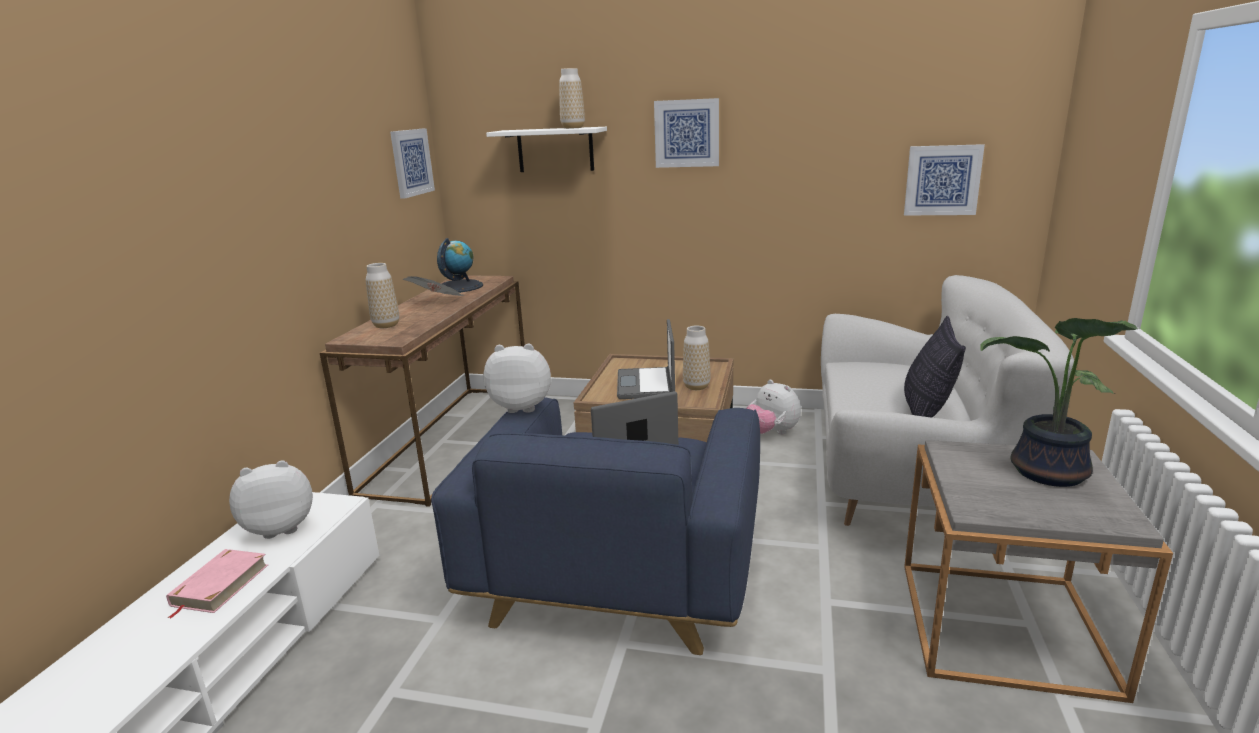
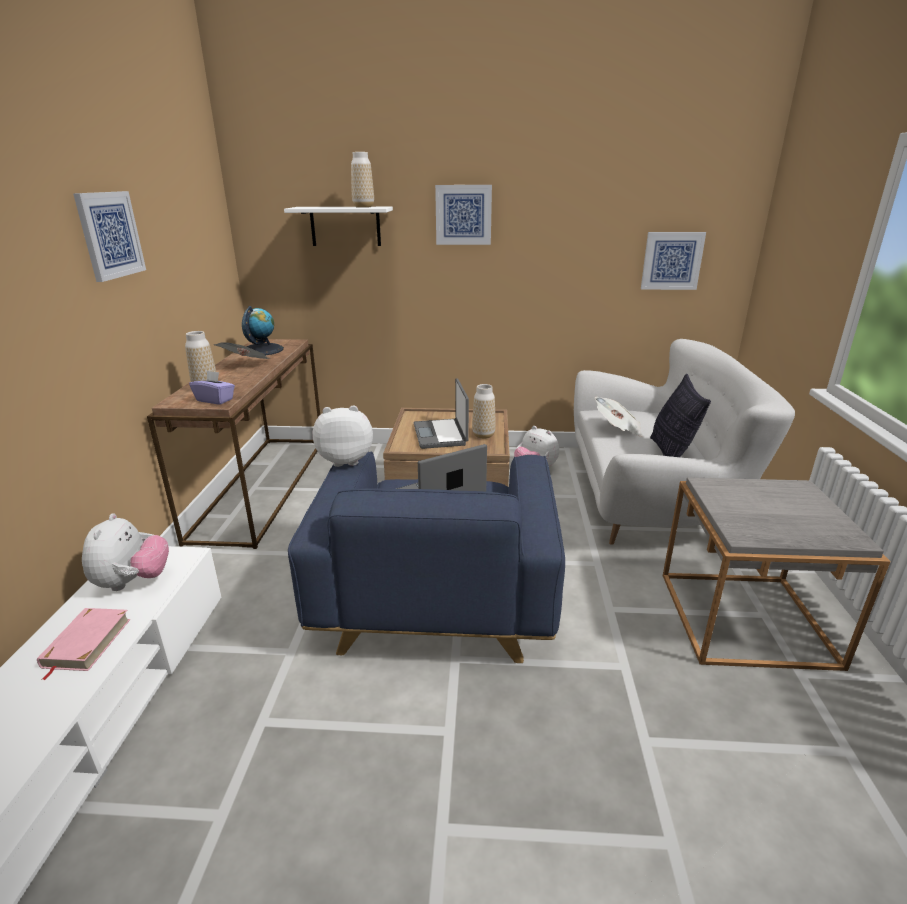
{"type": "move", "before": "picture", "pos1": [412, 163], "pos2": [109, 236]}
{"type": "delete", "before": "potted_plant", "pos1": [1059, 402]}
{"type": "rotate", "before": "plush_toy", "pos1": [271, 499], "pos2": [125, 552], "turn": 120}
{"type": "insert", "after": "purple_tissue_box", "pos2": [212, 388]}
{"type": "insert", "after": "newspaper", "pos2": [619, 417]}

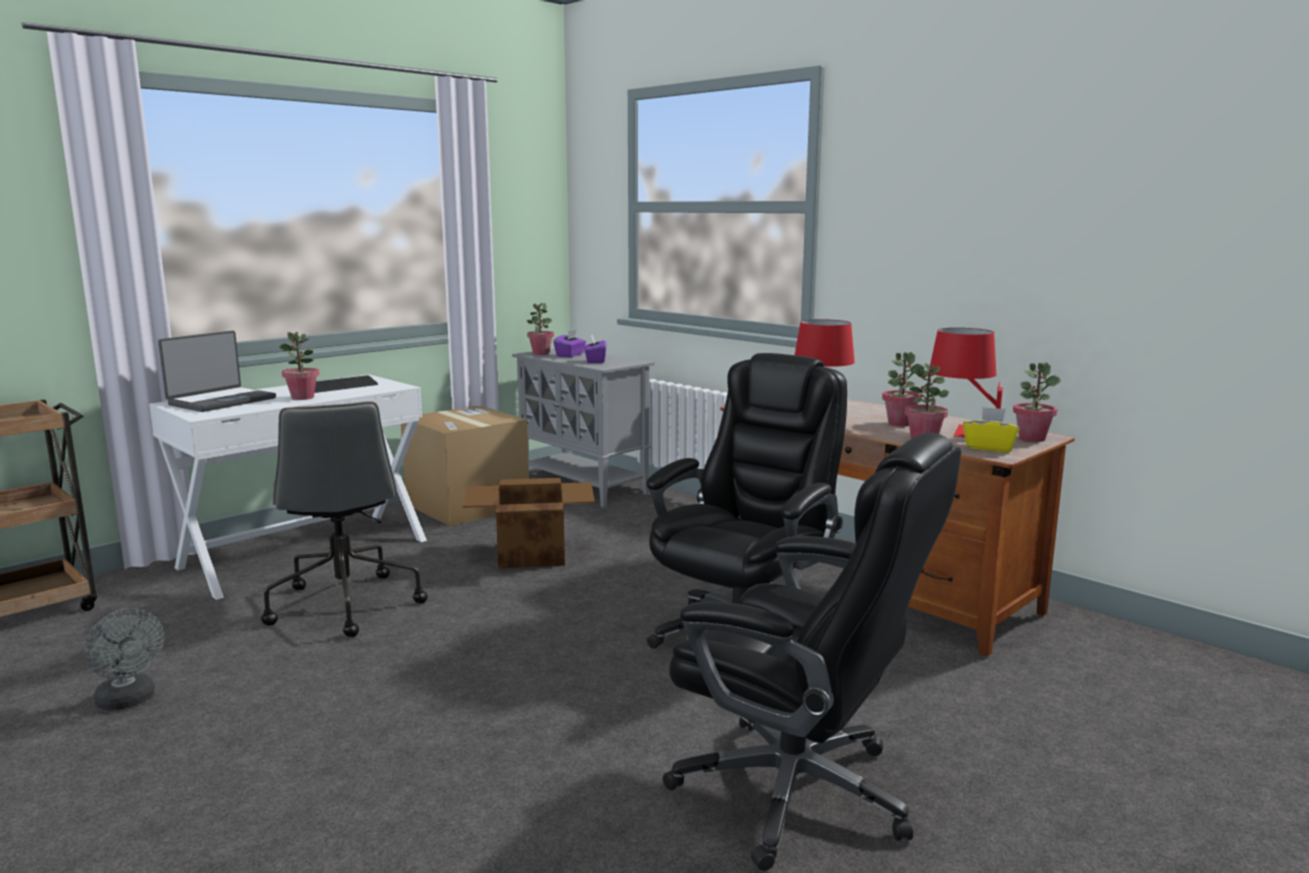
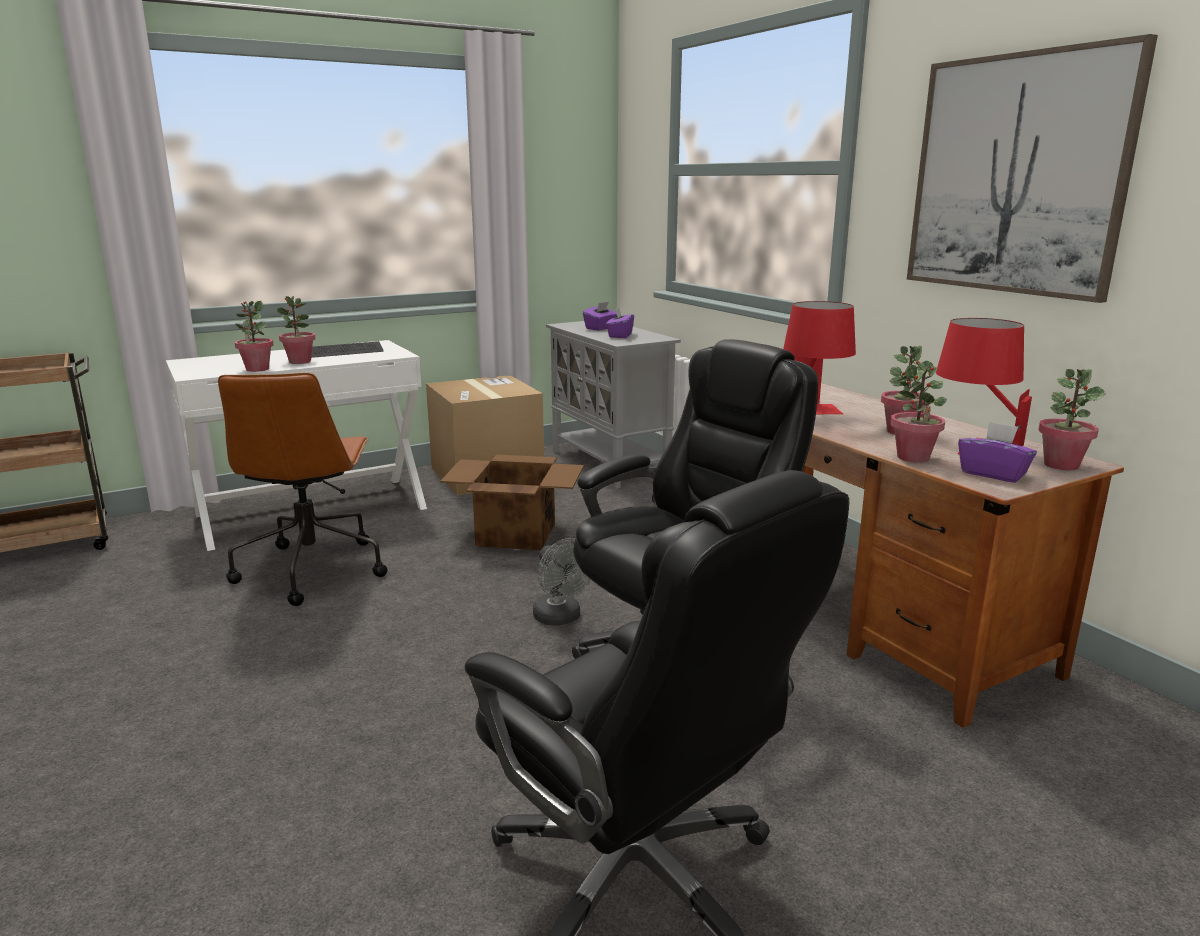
{"type": "move", "before": "potted_plant", "pos1": [540, 329], "pos2": [254, 336]}
{"type": "delete", "before": "laptop", "pos1": [217, 371]}
{"type": "recolor", "before": "grey_office_chair", "after": "brown_office_chair", "pos1": [344, 519], "pos2": [302, 489]}
{"type": "recolor", "before": "yellow_tissue_box", "after": "purple_tissue_box", "pos1": [991, 429], "pos2": [997, 452]}
{"type": "move", "before": "grey_fan", "pos1": [125, 659], "pos2": [562, 582]}
{"type": "insert", "after": "picture", "pos2": [1032, 168]}

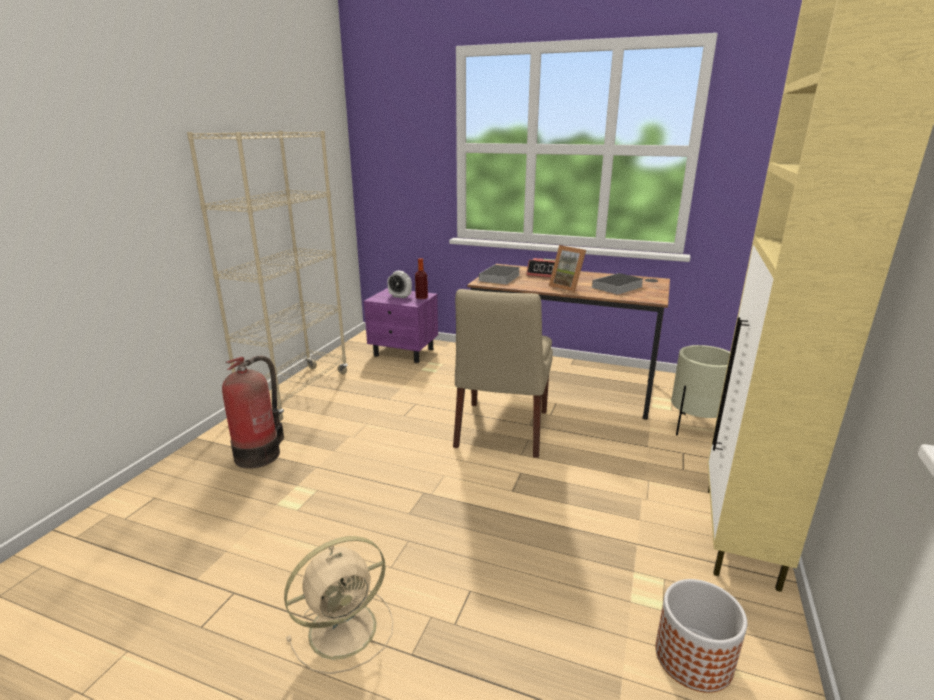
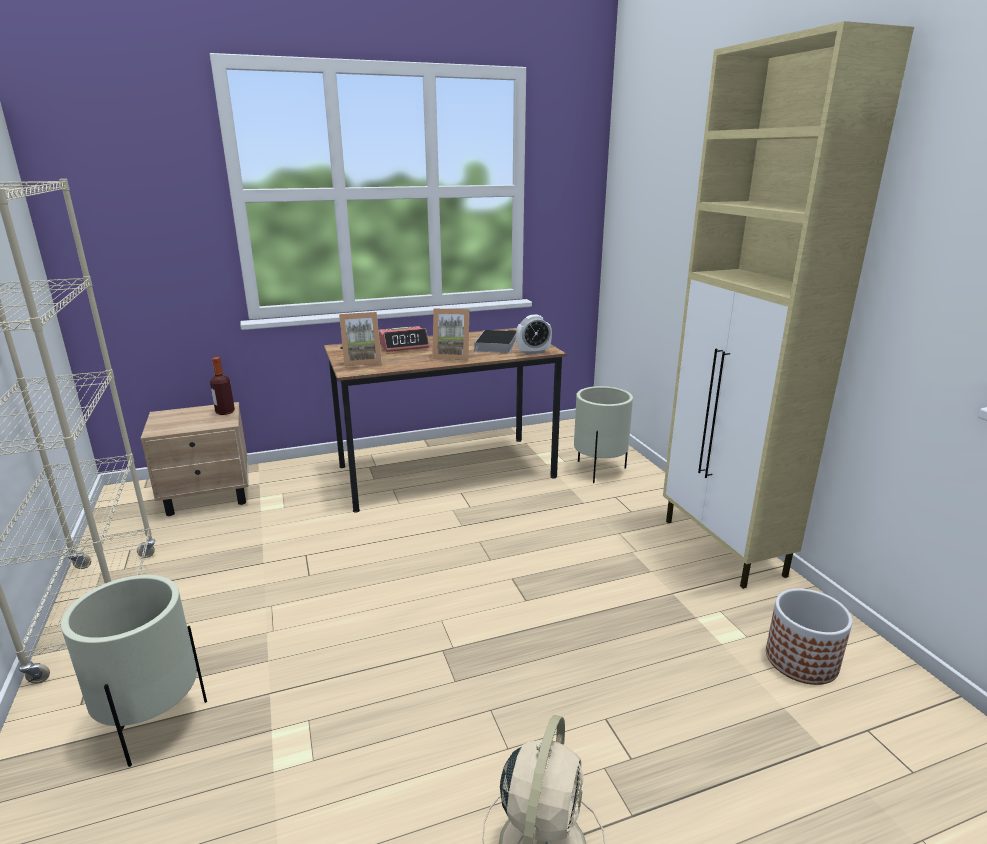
{"type": "replace", "before": "book", "after": "picture_frame", "pos1": [499, 274], "pos2": [360, 339]}
{"type": "move", "before": "alarm_clock", "pos1": [399, 284], "pos2": [534, 335]}
{"type": "recolor", "before": "purple_nightstand", "after": "beige_nightstand", "pos1": [401, 325], "pos2": [194, 459]}
{"type": "delete", "before": "beige_chair", "pos1": [503, 373]}
{"type": "replace", "before": "fire_extinguisher", "after": "beige_planter", "pos1": [253, 412], "pos2": [134, 671]}

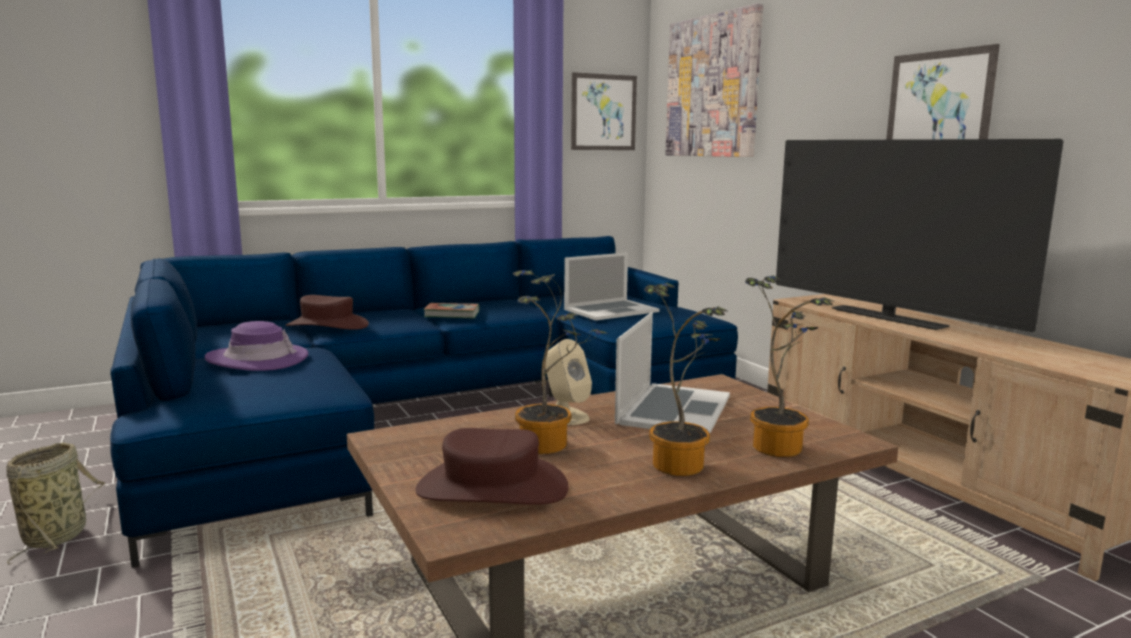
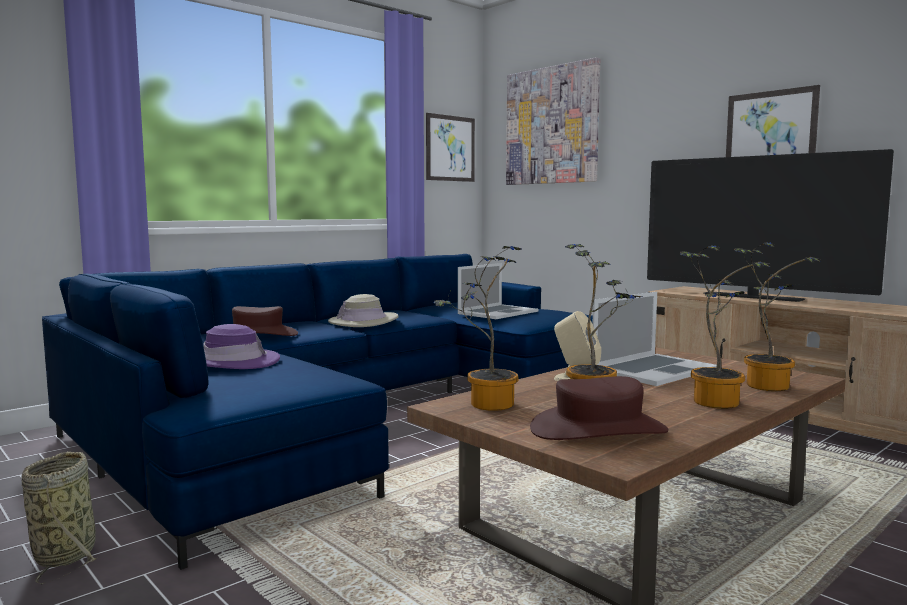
{"type": "replace", "before": "book", "after": "beige_hat", "pos1": [451, 311], "pos2": [363, 310]}
{"type": "rotate", "before": "laptop", "pos1": [672, 372], "pos2": [654, 339], "turn": 45}
{"type": "insert", "after": "potted_plant", "pos2": [477, 328]}

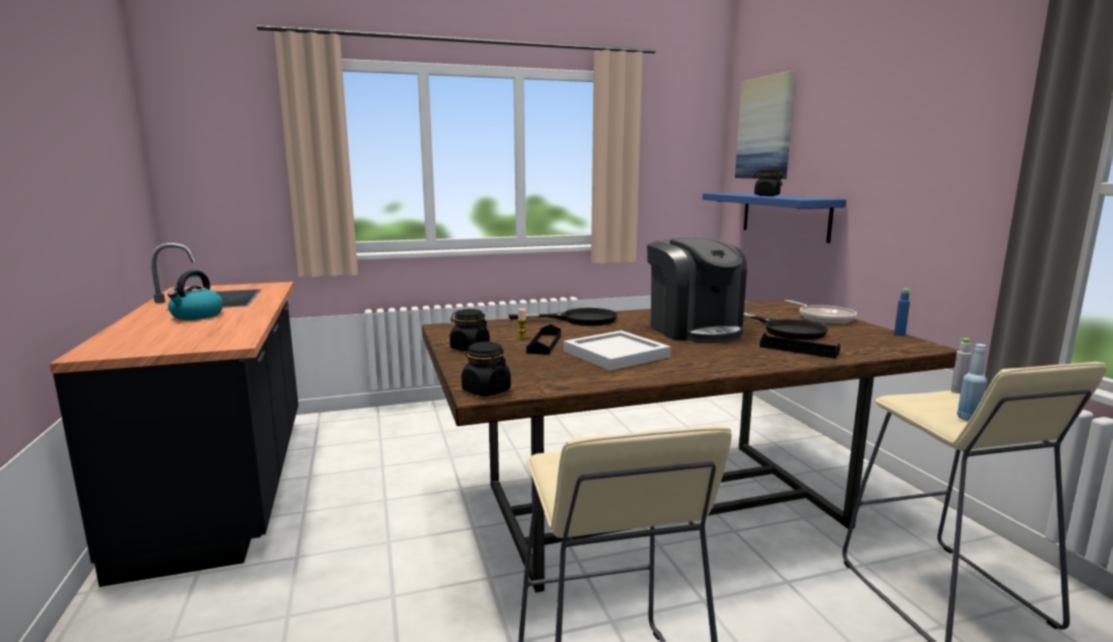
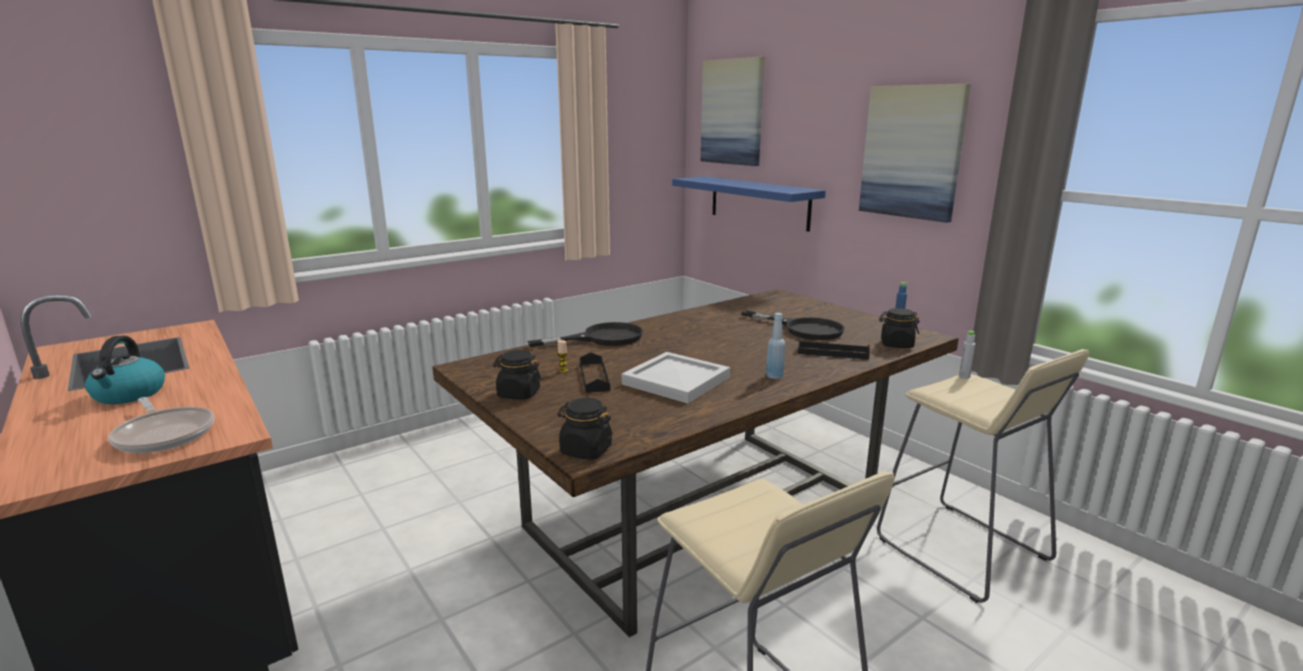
{"type": "move", "before": "black_jar", "pos1": [768, 183], "pos2": [899, 328]}
{"type": "delete", "before": "coffee_machine", "pos1": [697, 290]}
{"type": "move", "before": "frying_pan", "pos1": [821, 311], "pos2": [161, 425]}
{"type": "move", "before": "blue_bottle", "pos1": [972, 382], "pos2": [775, 346]}
{"type": "insert", "after": "picture", "pos2": [915, 153]}

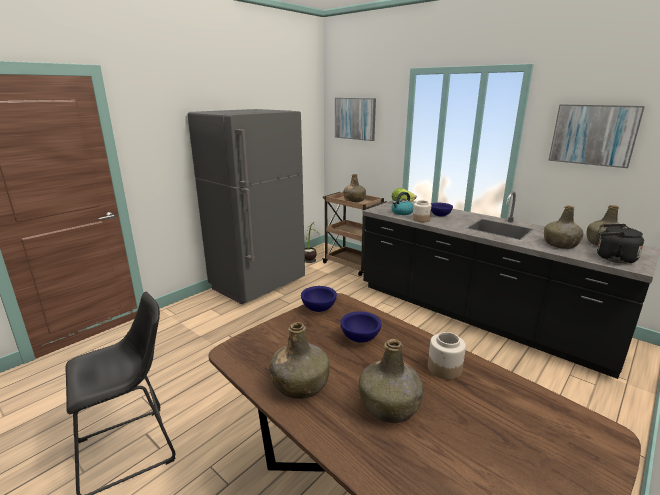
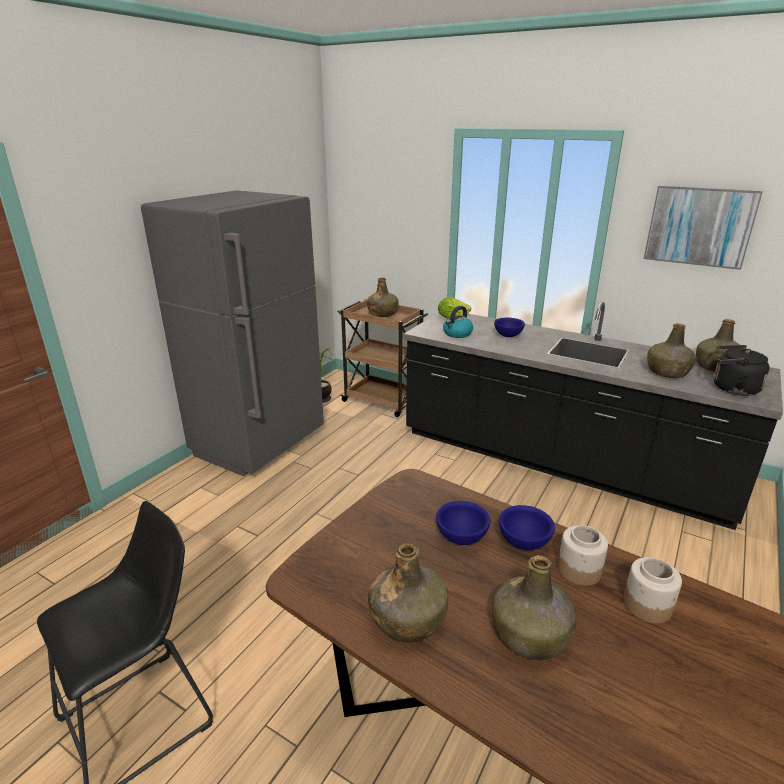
{"type": "delete", "before": "picture", "pos1": [355, 119]}
{"type": "move", "before": "jar", "pos1": [422, 211], "pos2": [653, 590]}
{"type": "move", "before": "blue_bowl", "pos1": [319, 299], "pos2": [527, 527]}

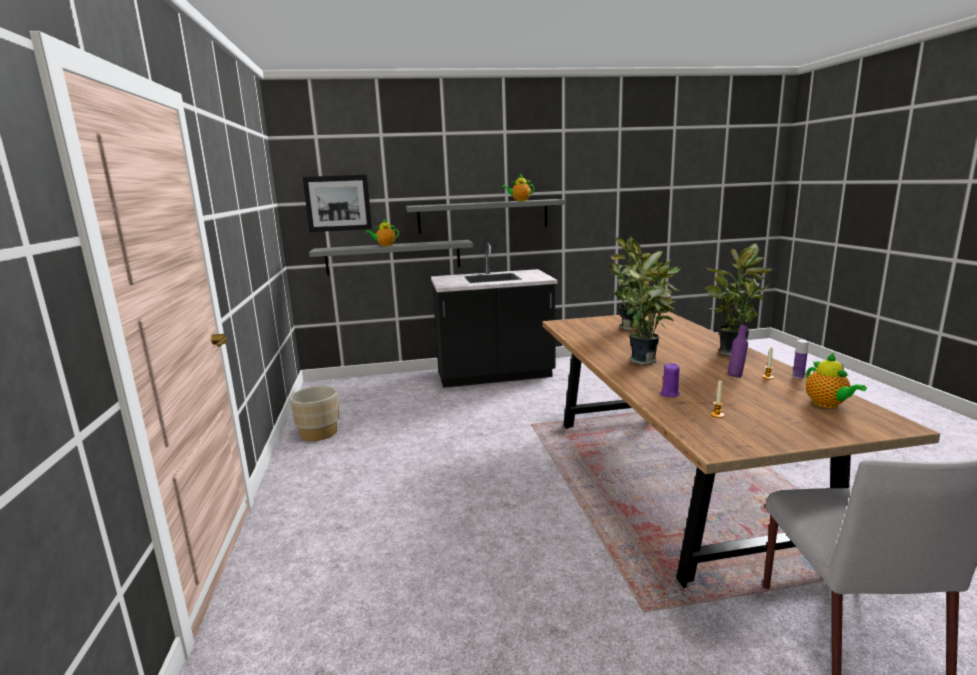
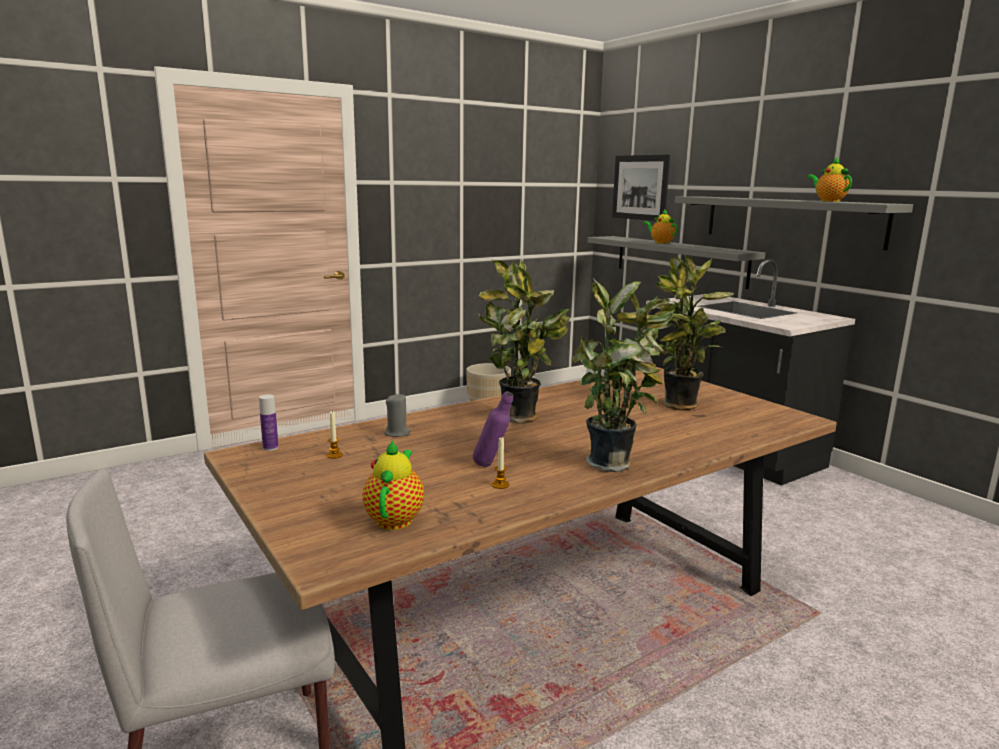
{"type": "move", "before": "bottle", "pos1": [801, 359], "pos2": [269, 422]}
{"type": "rotate", "before": "teapot", "pos1": [836, 380], "pos2": [393, 485], "turn": 135}
{"type": "recolor", "before": "purple_candle", "after": "grey_candle", "pos1": [670, 380], "pos2": [397, 415]}

